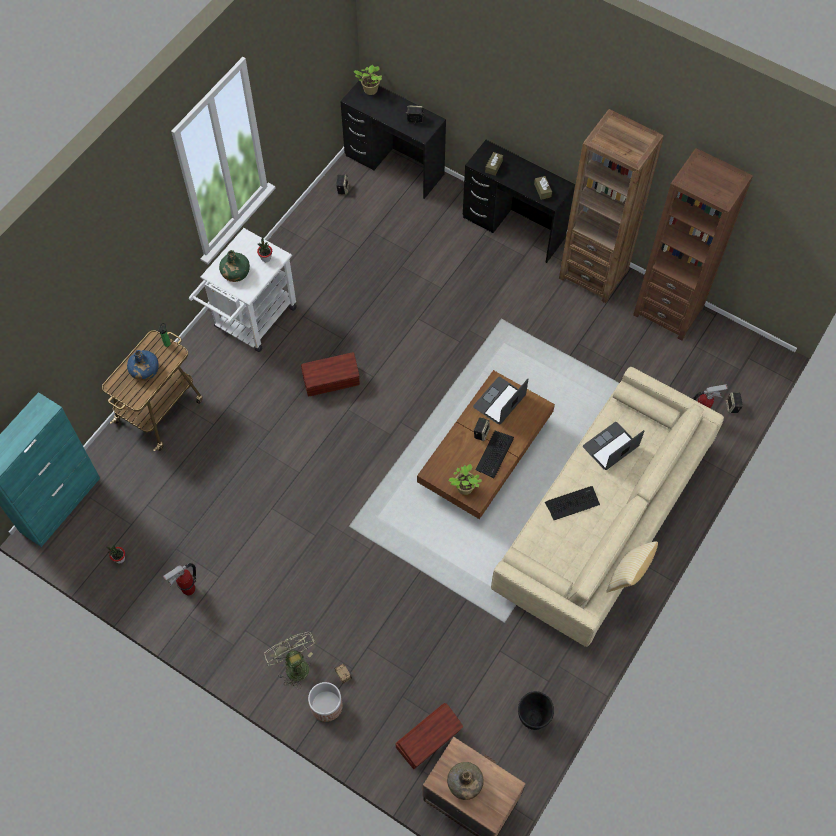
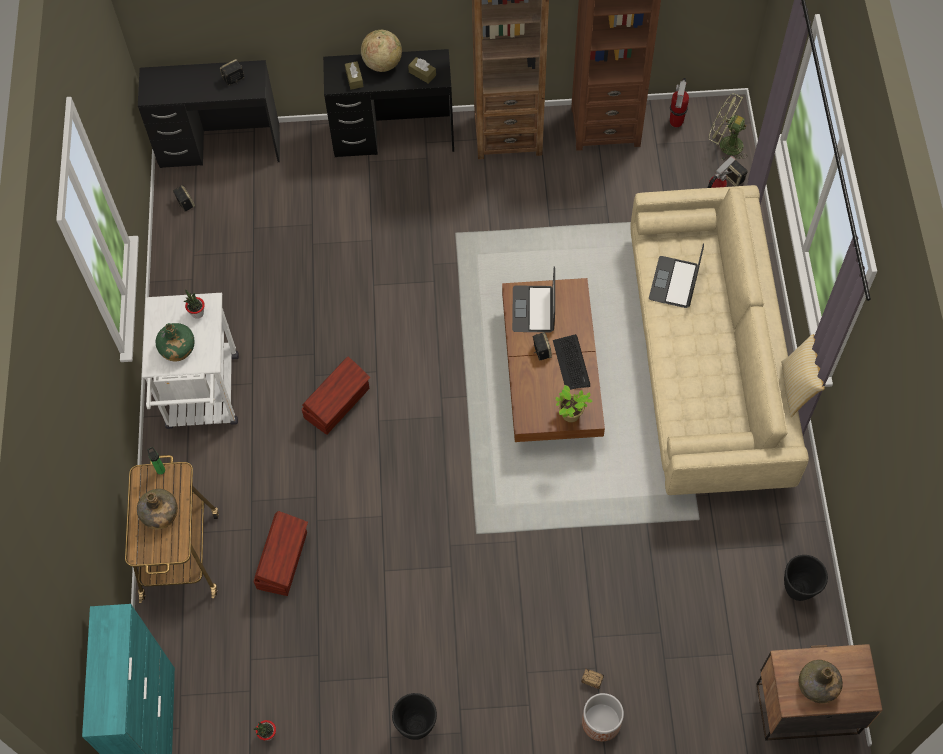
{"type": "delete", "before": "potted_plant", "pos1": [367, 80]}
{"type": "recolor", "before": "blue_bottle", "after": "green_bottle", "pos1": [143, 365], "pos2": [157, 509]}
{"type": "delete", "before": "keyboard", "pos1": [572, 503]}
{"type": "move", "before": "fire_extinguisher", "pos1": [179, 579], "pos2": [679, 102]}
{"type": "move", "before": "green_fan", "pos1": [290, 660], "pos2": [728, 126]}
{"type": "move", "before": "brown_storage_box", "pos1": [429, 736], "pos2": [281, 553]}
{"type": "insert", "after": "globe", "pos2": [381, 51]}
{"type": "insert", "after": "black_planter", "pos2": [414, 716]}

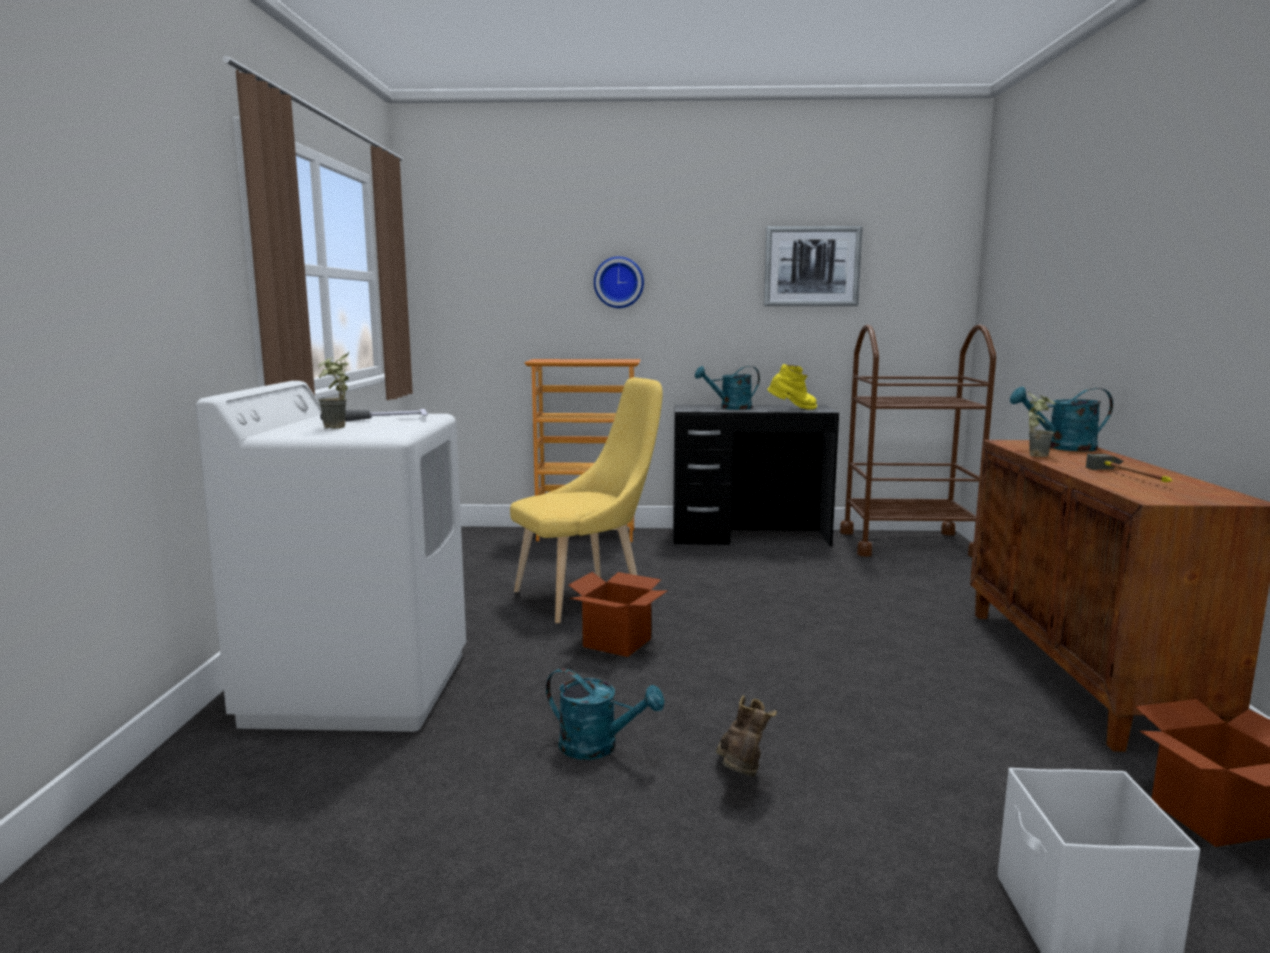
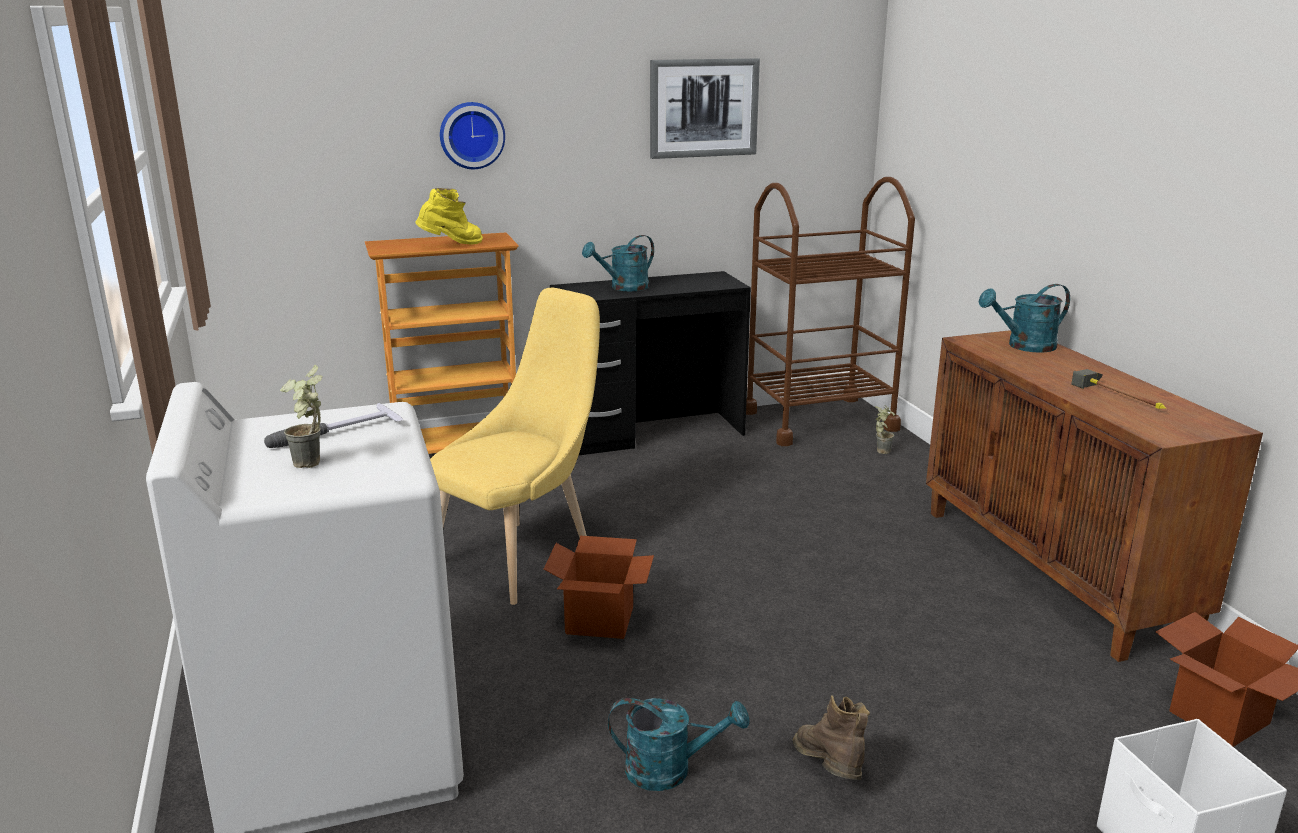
{"type": "move", "before": "yellow_boot", "pos1": [792, 387], "pos2": [449, 216]}
{"type": "move", "before": "potted_plant", "pos1": [1041, 424], "pos2": [884, 430]}

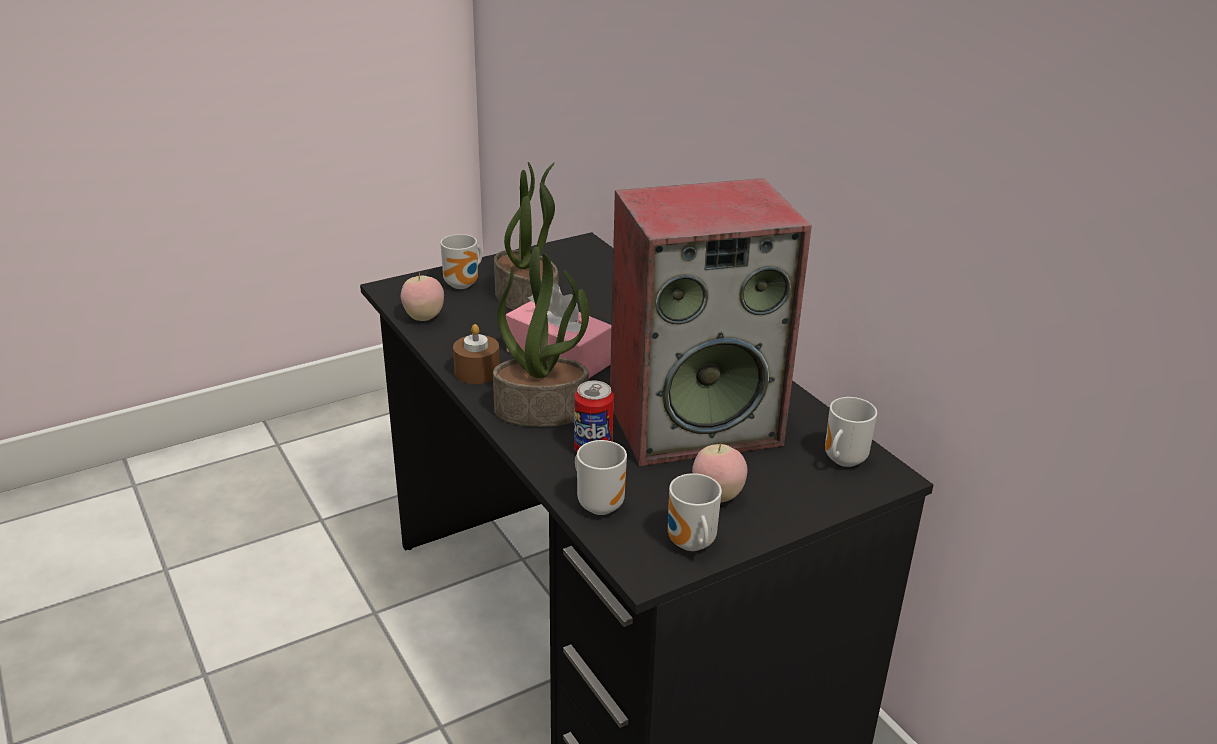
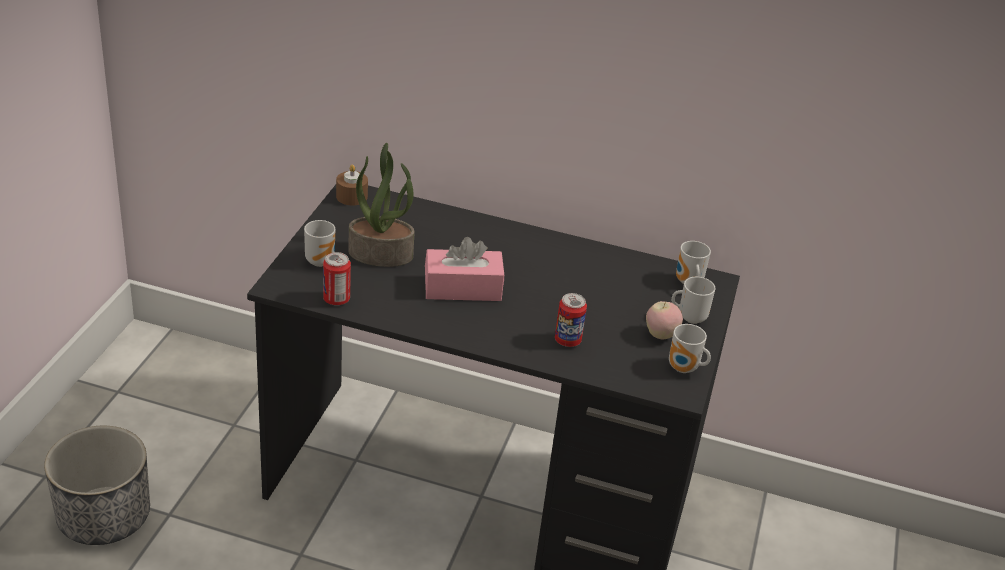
{"type": "delete", "before": "speaker", "pos1": [711, 322]}
{"type": "delete", "before": "potted_plant", "pos1": [541, 337]}
{"type": "replace", "before": "apple", "after": "can", "pos1": [422, 296], "pos2": [337, 278]}
{"type": "move", "before": "brown_candle", "pos1": [476, 354], "pos2": [352, 185]}
{"type": "move", "before": "mug", "pos1": [601, 477], "pos2": [693, 300]}
{"type": "insert", "after": "planter", "pos2": [97, 485]}

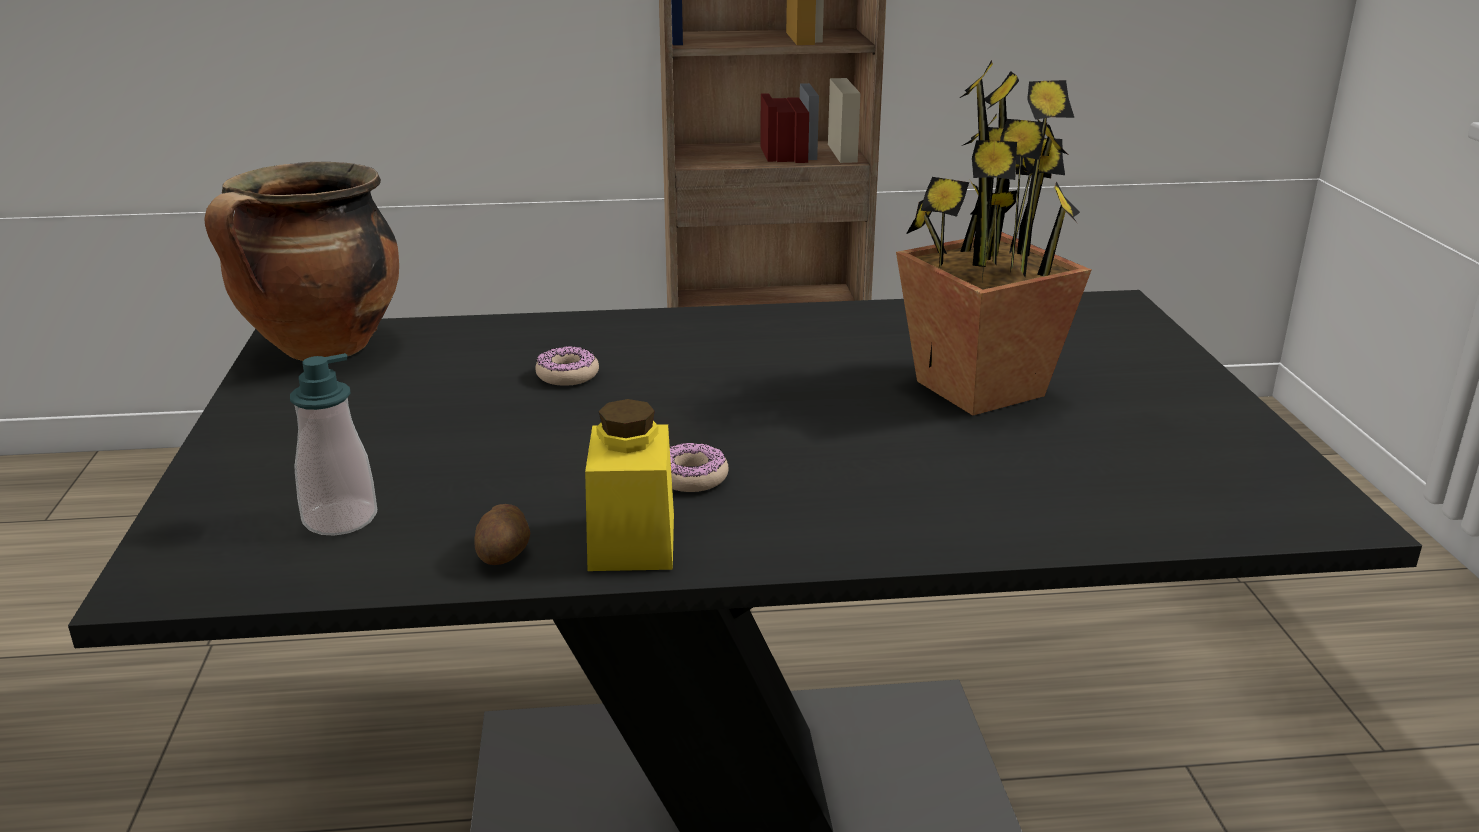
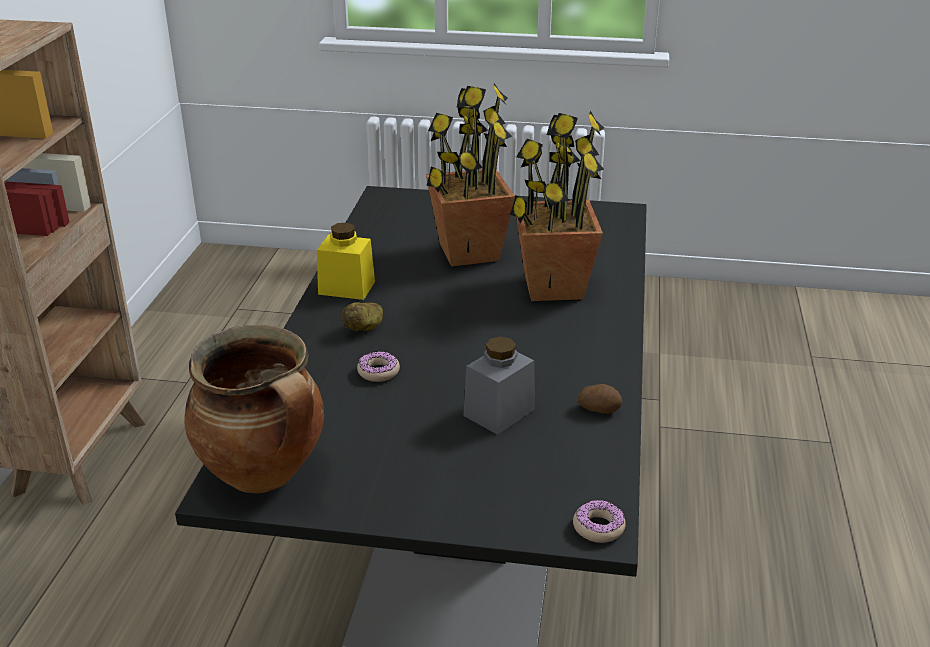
{"type": "delete", "before": "soap_dispenser", "pos1": [333, 444]}
{"type": "move", "before": "yellow_jar", "pos1": [629, 485], "pos2": [346, 261]}
{"type": "move", "before": "donut", "pos1": [699, 467], "pos2": [599, 521]}
{"type": "insert", "after": "potted_plant", "pos2": [557, 206]}
{"type": "insert", "after": "potato", "pos2": [362, 316]}
{"type": "insert", "after": "grey_jar", "pos2": [499, 385]}

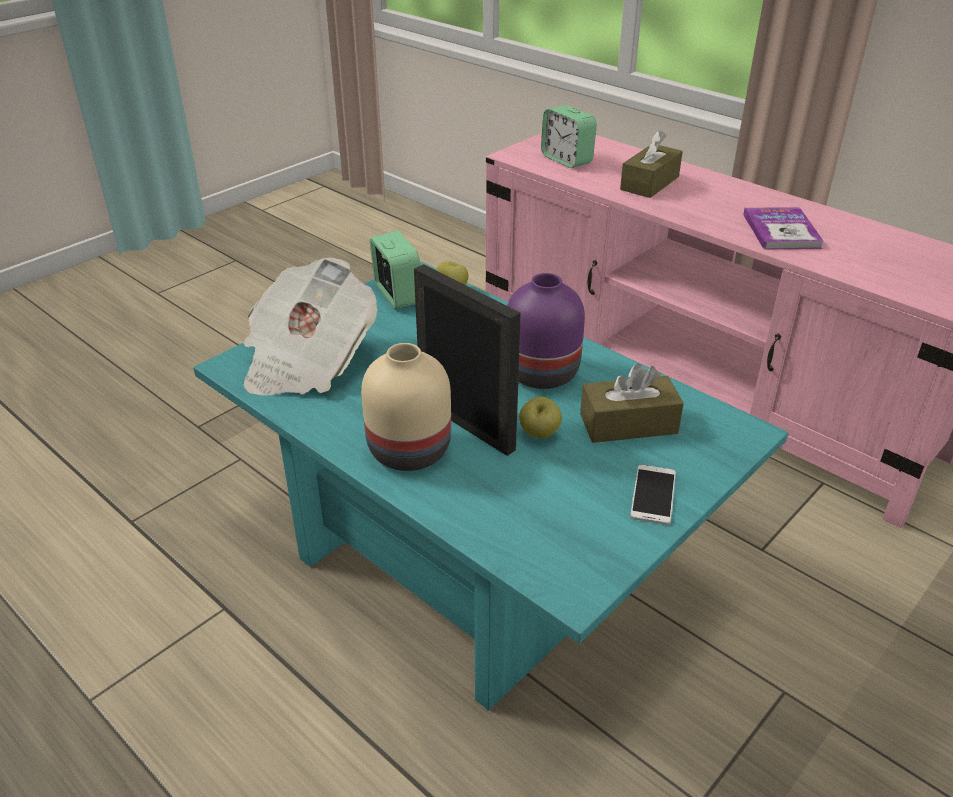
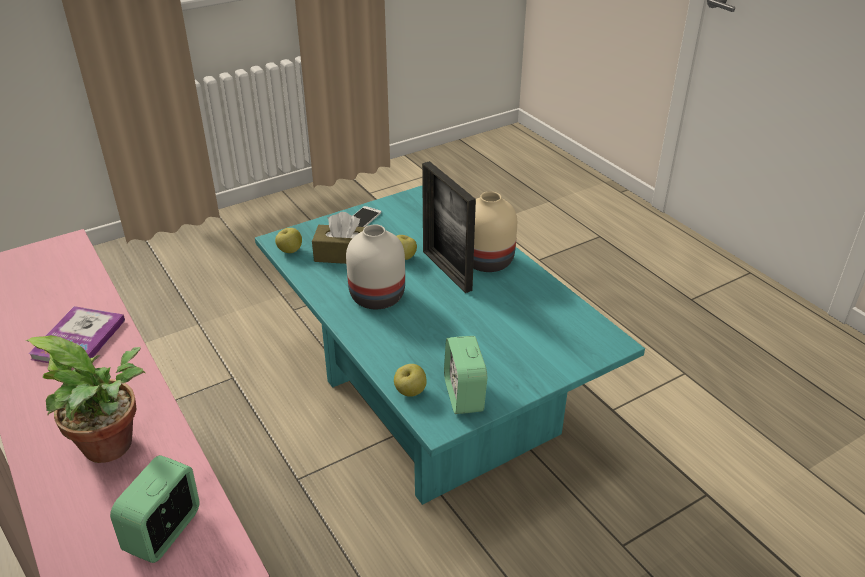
{"type": "rotate", "before": "alarm_clock", "pos1": [569, 136], "pos2": [155, 509], "turn": -135}
{"type": "replace", "before": "brown_tissue_box", "after": "potted_plant", "pos1": [651, 164], "pos2": [85, 399]}
{"type": "delete", "before": "newspaper", "pos1": [310, 326]}
{"type": "recolor", "before": "purple_vase", "after": "white_vase", "pos1": [546, 331], "pos2": [375, 266]}
{"type": "insert", "after": "apple", "pos2": [288, 240]}

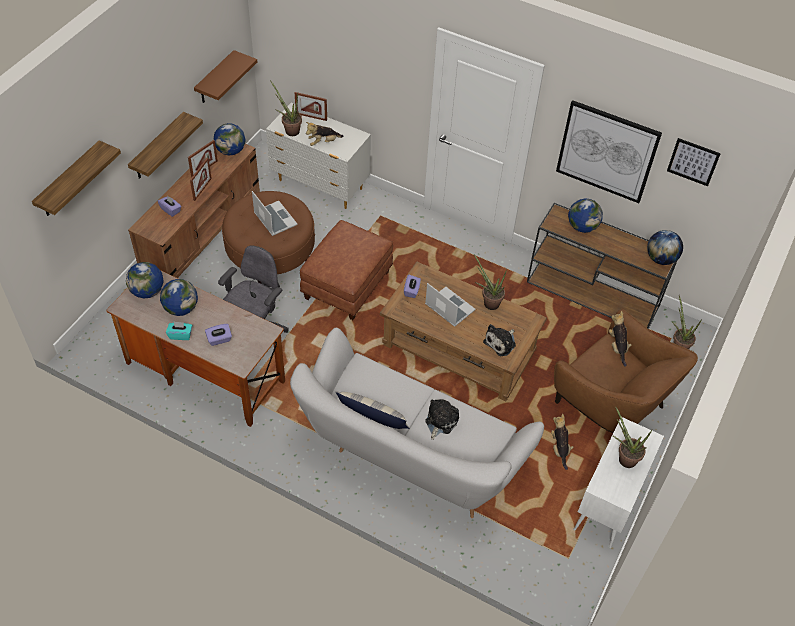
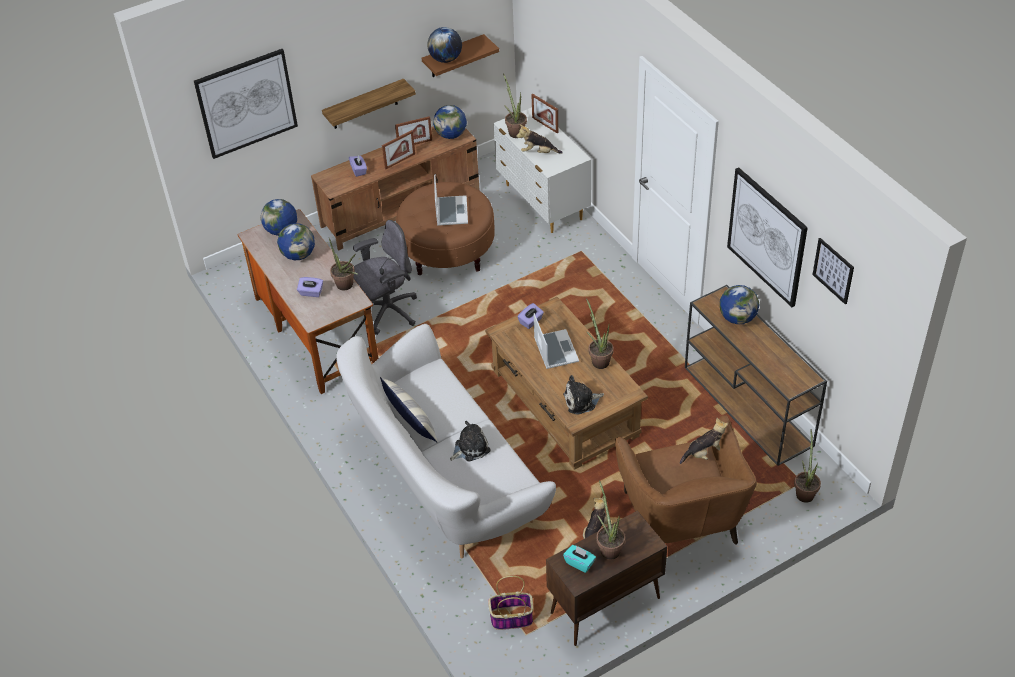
{"type": "replace", "before": "shelf", "after": "picture", "pos1": [76, 178], "pos2": [246, 104]}
{"type": "delete", "before": "brown_ottoman", "pos1": [346, 270]}
{"type": "move", "before": "globe", "pos1": [665, 247], "pos2": [444, 45]}
{"type": "rotate", "before": "plush_toy", "pos1": [620, 339], "pos2": [704, 441], "turn": 45}
{"type": "move", "before": "turquoise_tissue_box", "pos1": [179, 331], "pos2": [579, 559]}
{"type": "recolor", "before": "white_cabinet", "after": "brown_cabinet", "pos1": [618, 482], "pos2": [606, 578]}
{"type": "insert", "after": "potted_plant", "pos2": [343, 264]}
{"type": "insert", "after": "basket", "pos2": [511, 603]}

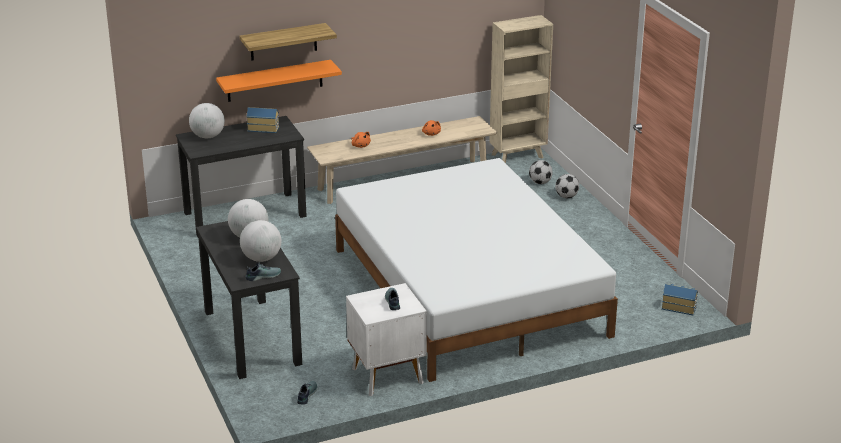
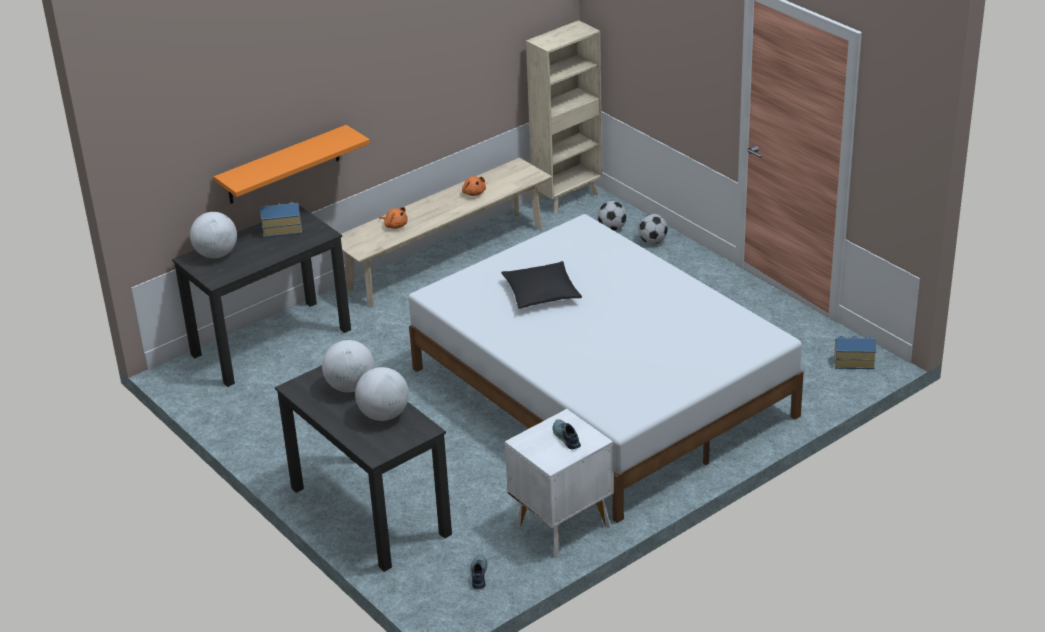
{"type": "delete", "before": "shelf", "pos1": [288, 42]}
{"type": "delete", "before": "shoe", "pos1": [263, 272]}
{"type": "insert", "after": "black_pillow", "pos2": [541, 284]}

